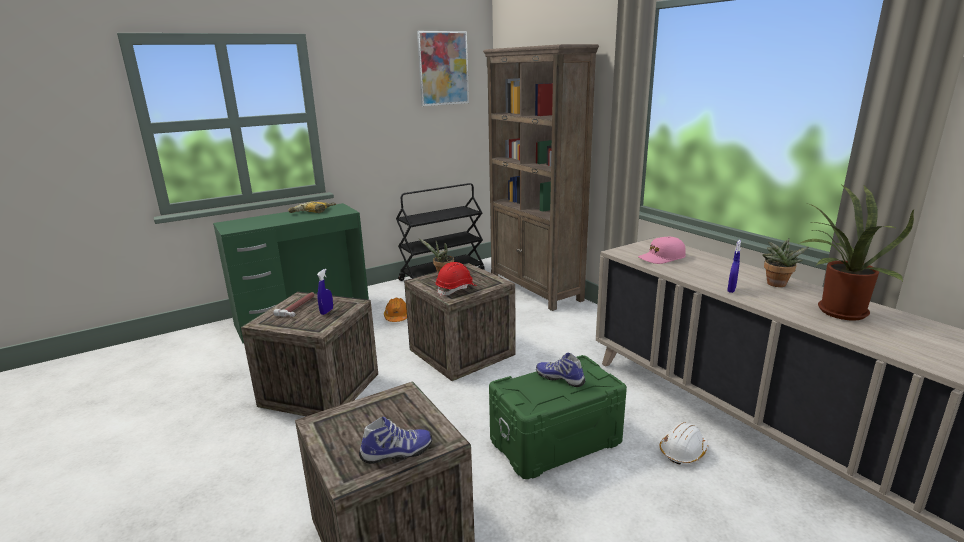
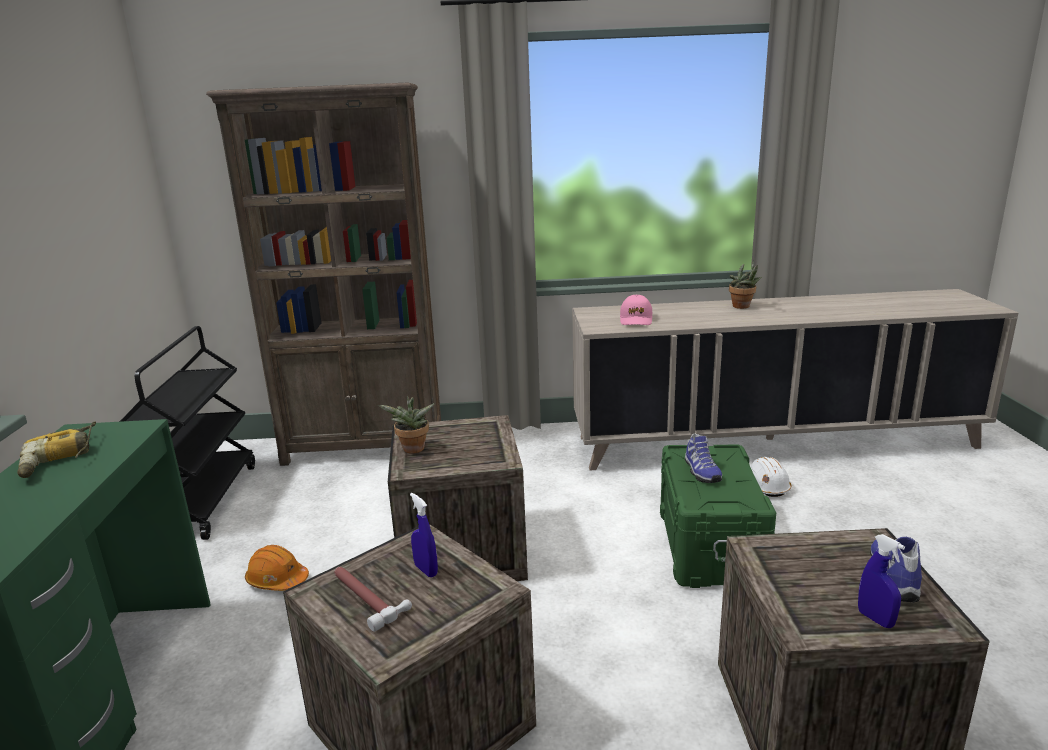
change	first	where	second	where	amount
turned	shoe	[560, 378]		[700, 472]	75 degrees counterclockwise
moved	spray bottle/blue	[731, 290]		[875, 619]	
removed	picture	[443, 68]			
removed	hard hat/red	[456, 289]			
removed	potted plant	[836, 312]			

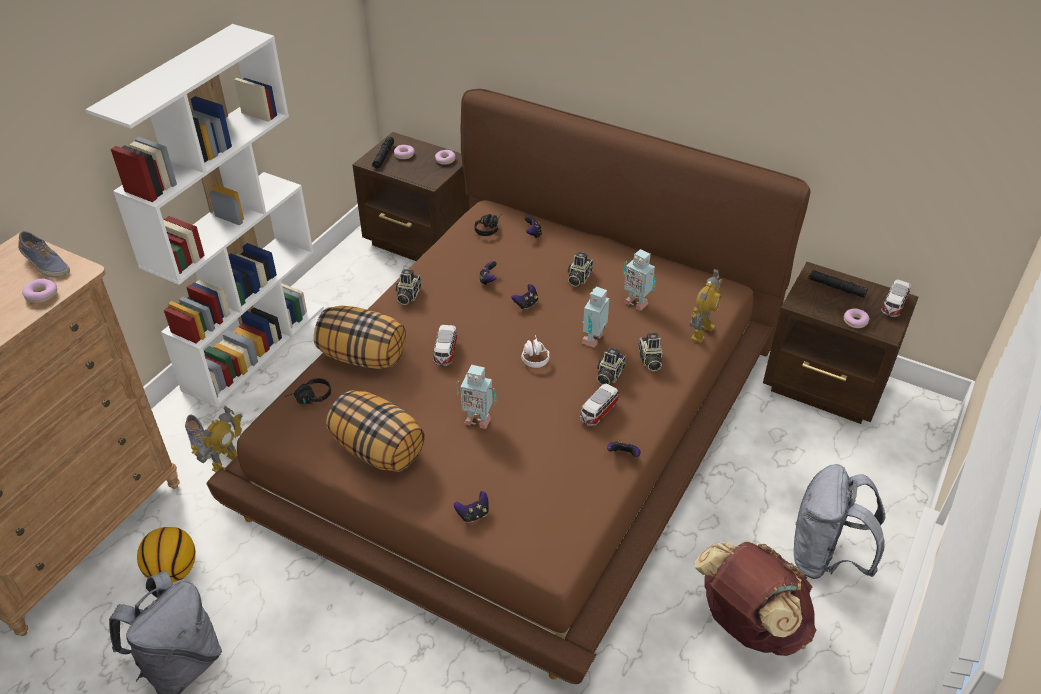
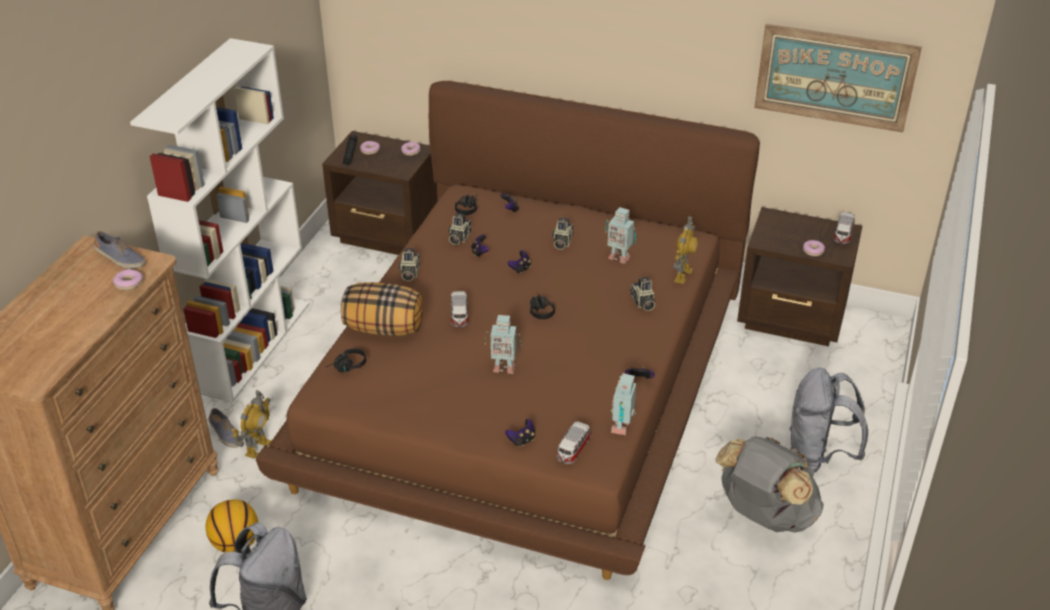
change	first	where	second	where	amount
moved	photo camera	[608, 375]		[458, 237]	
recoloured	headphones/white	[533, 355]	headphones/black	[539, 310]	
moved	toy car	[598, 412]		[573, 450]	
moved	toy robot	[594, 339]		[622, 426]	
recoloured	backpack/brown	[749, 624]	backpack/grey	[764, 515]	
added			picture	[835, 77]	
removed	pillow	[379, 450]			
removed	flashlight/black	[836, 287]			

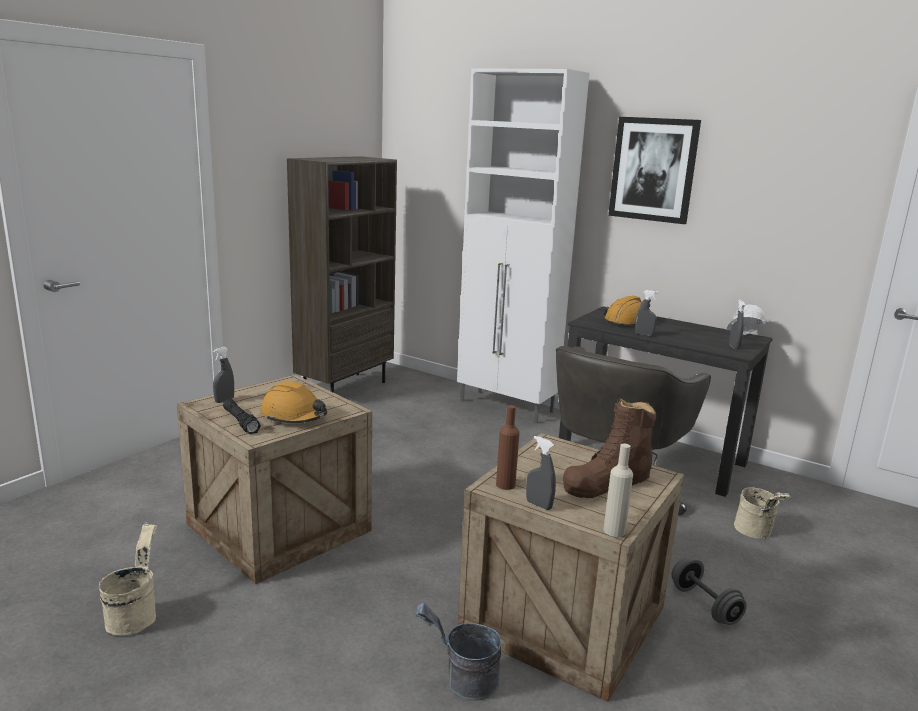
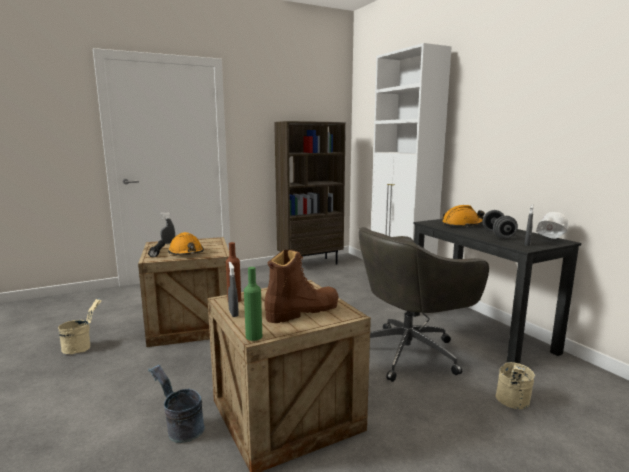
change	first	where	second	where	amount
recoloured	bottle/beige	[614, 531]	bottle/green	[254, 336]	
turned	boot/brown	[607, 482]		[302, 311]	150 degrees clockwise
moved	dumbbell/grey	[704, 605]		[498, 234]	
removed	picture	[653, 169]			
removed	spray bottle/grey	[644, 334]			

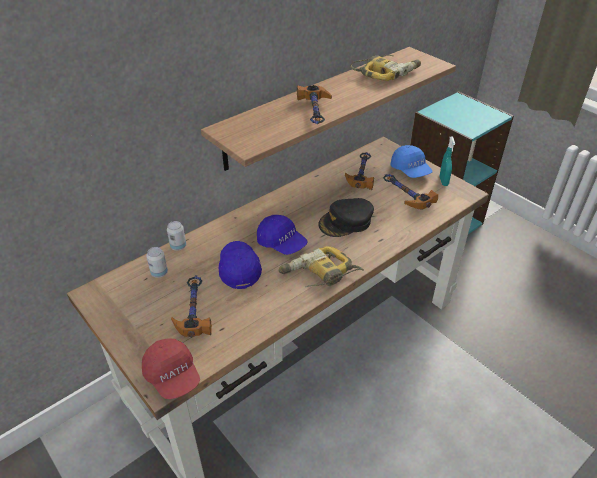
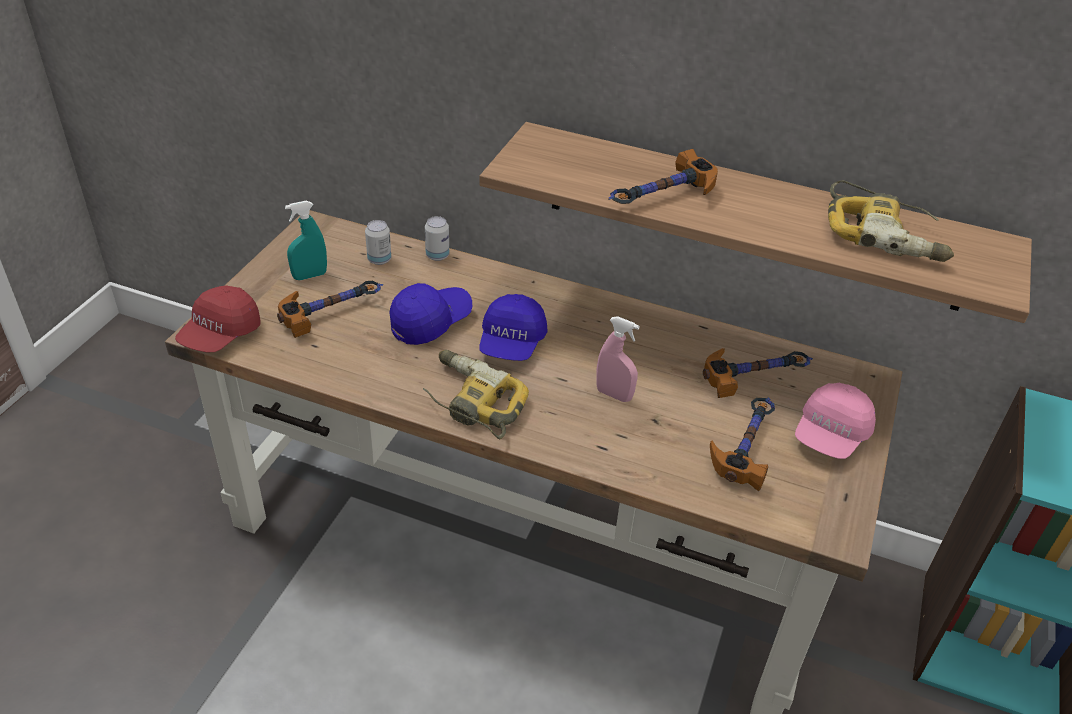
change	first	where	second	where	amount
moved	spray bottle/turquoise	[443, 181]		[310, 276]	
replaced	cap/black	[346, 222]	spray bottle/pink	[614, 394]	
recoloured	cap/blue	[410, 170]	cap/pink	[830, 435]	

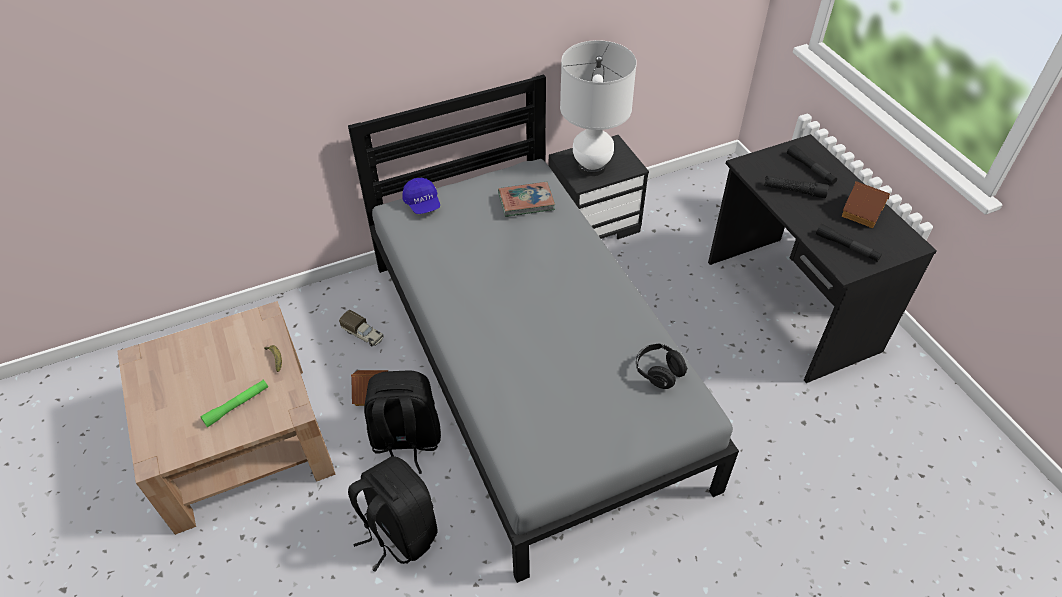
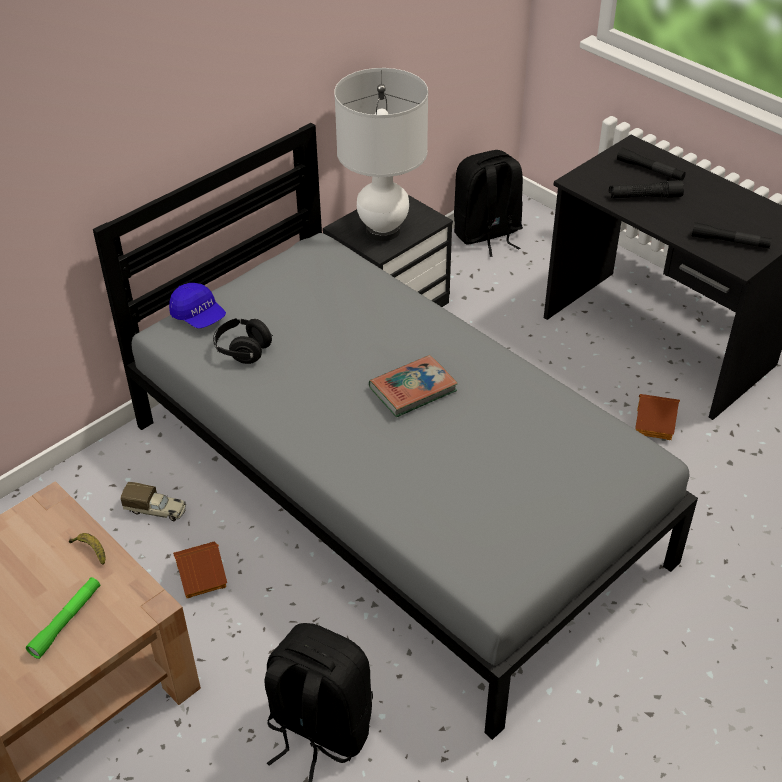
change	first	where	second	where	amount
moved	headphones/black	[658, 372]		[243, 350]	
moved	book	[526, 202]		[413, 389]	
moved	backpack/black	[405, 441]		[487, 235]	
moved	toy house	[863, 212]		[655, 424]	

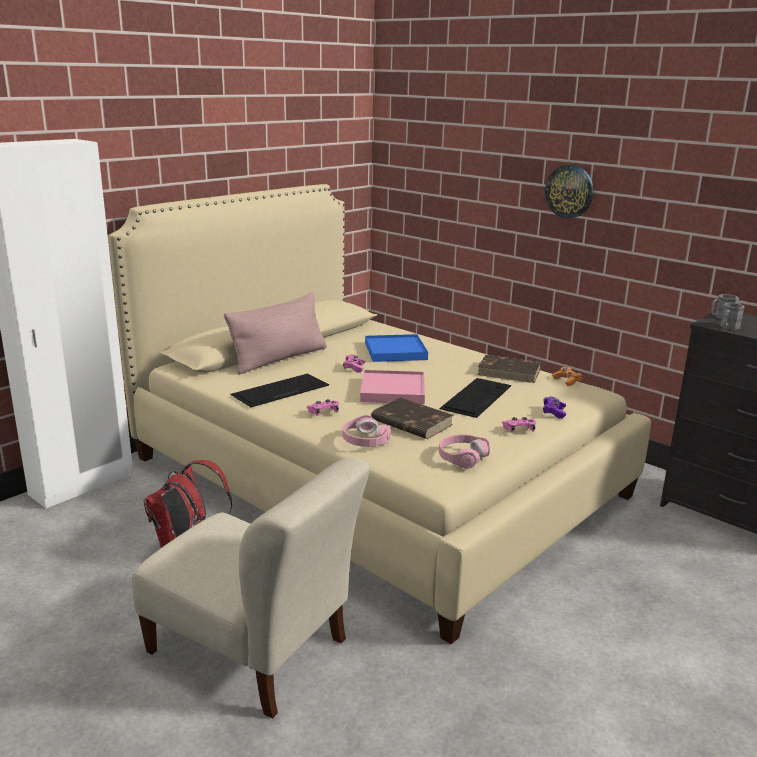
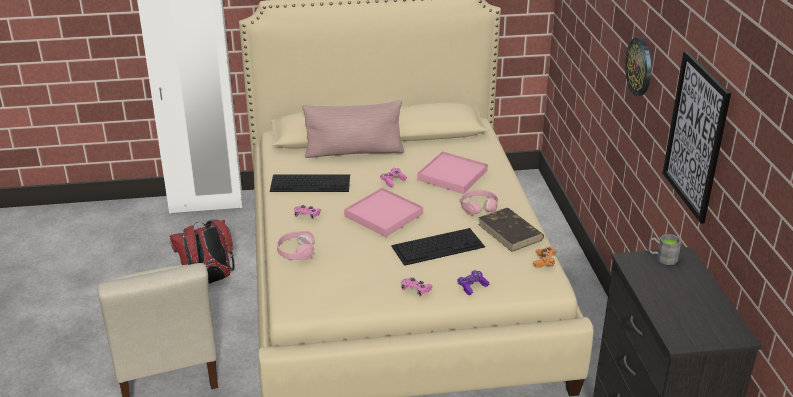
change	first	where	second	where	amount
recoloured	tray/blue	[395, 351]	tray/pink	[452, 175]	
moved	headphones/pink	[462, 457]		[479, 207]	
added			picture	[695, 136]	
removed	book/brown	[411, 422]			
removed	mug/grey	[728, 327]			

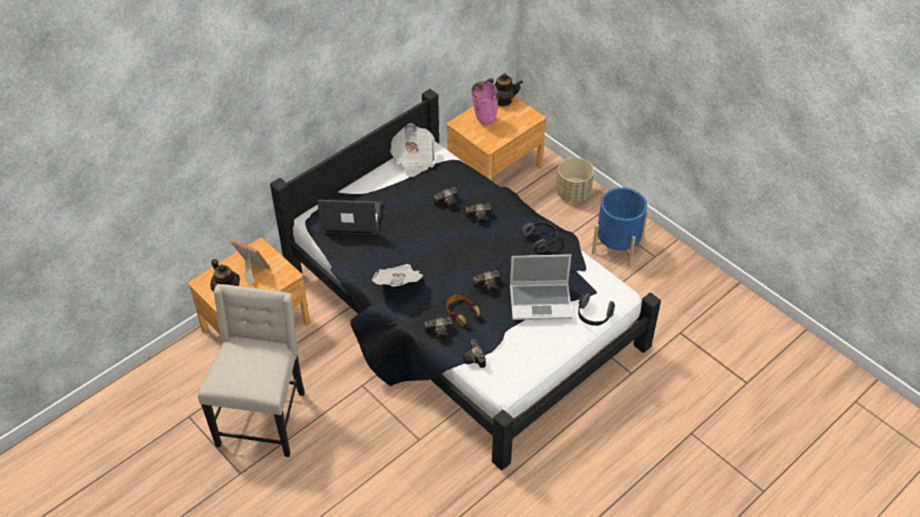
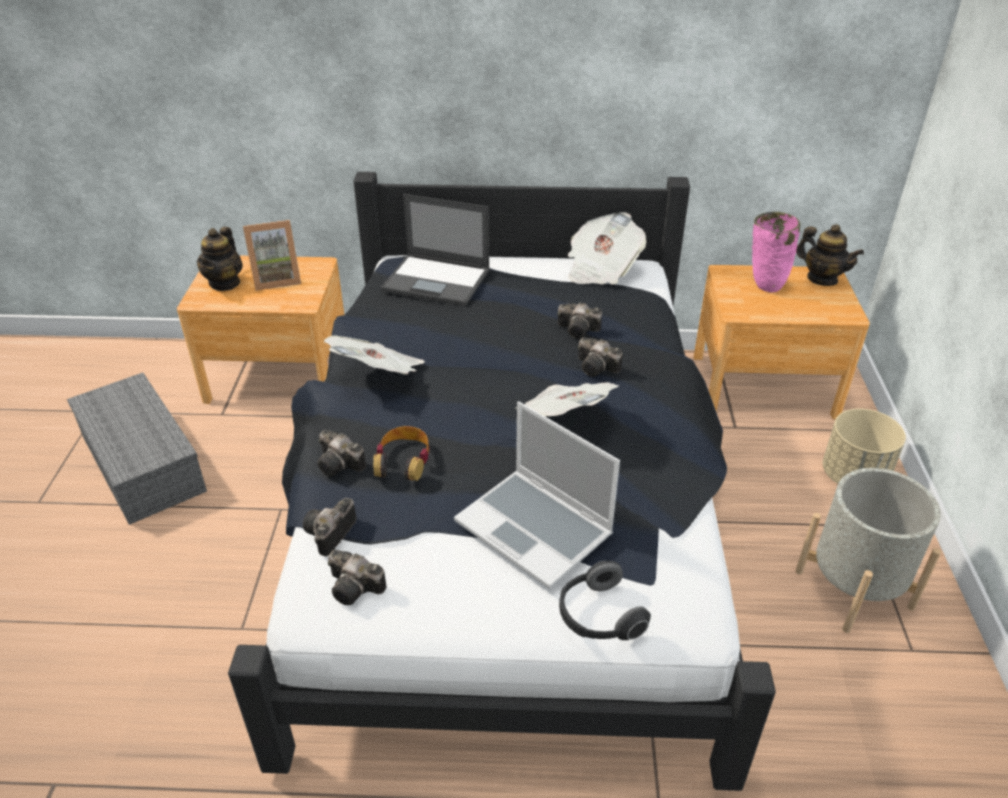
change	first	where	second	where	amount
replaced	chair/beige	[263, 417]	storage box/grey	[145, 464]	
turned	picture frame	[251, 271]		[276, 279]	90 degrees clockwise
moved	photo camera	[488, 285]		[357, 588]	
turned	laptop	[350, 217]		[438, 280]	150 degrees clockwise
added			newspaper	[564, 418]	
recoloured	planter/blue	[617, 246]	planter/grey	[853, 589]	
removed	headphones	[541, 239]			

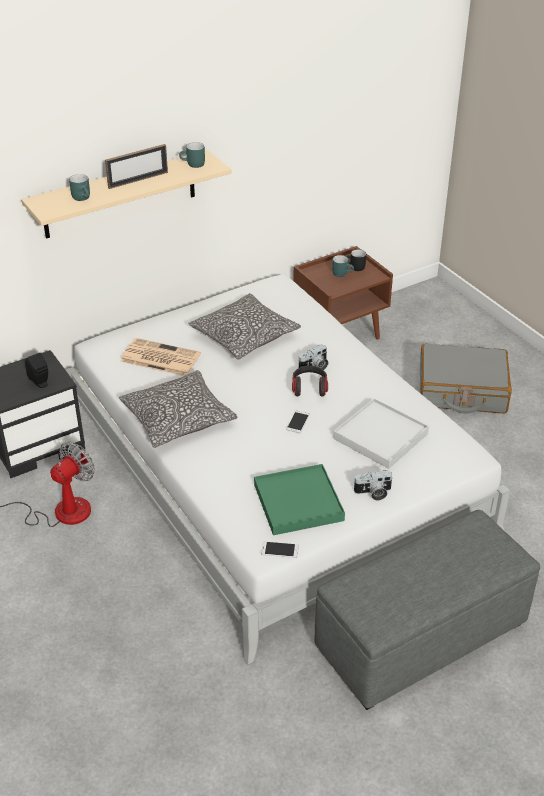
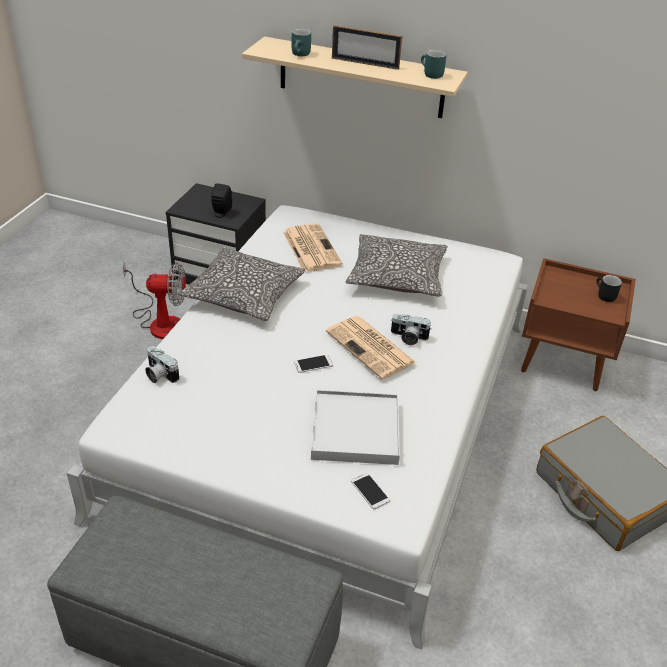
change	first	where	second	where	amount
moved	photo camera	[373, 493]		[159, 374]	
replaced	headphones	[309, 387]	newspaper	[371, 348]	
moved	phone	[280, 550]		[370, 491]	
removed	tray/green	[298, 502]			
removed	mug/turquoise	[342, 273]			

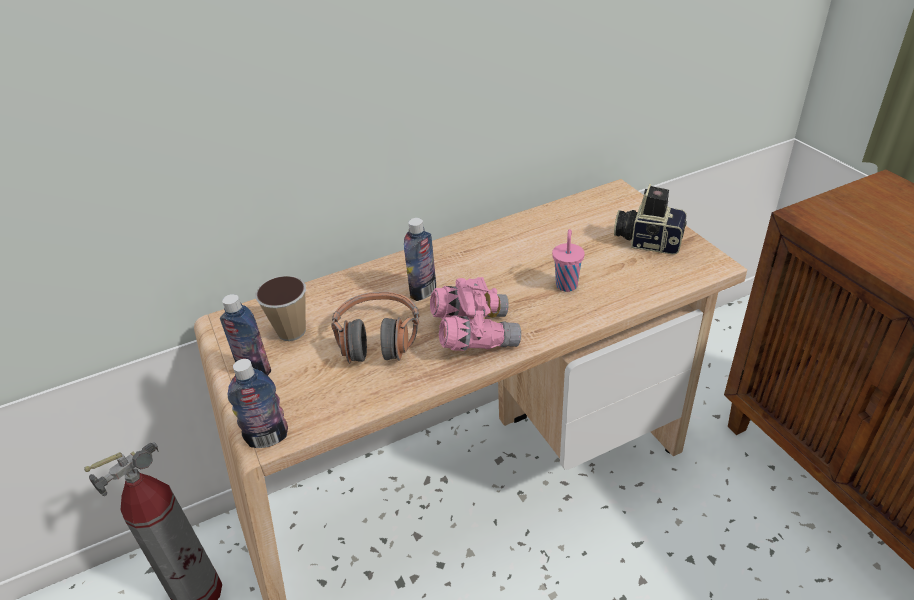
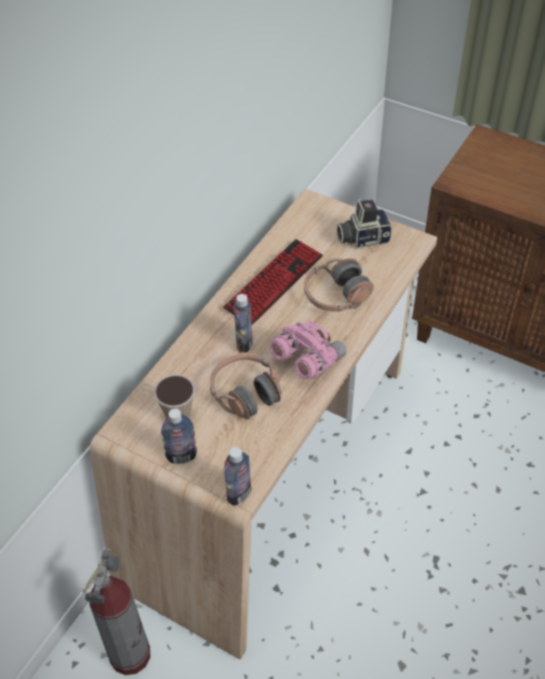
change	first	where	second	where	amount
added			keyboard	[274, 283]	
replaced	cup/pink	[566, 284]	headphones	[336, 295]	

